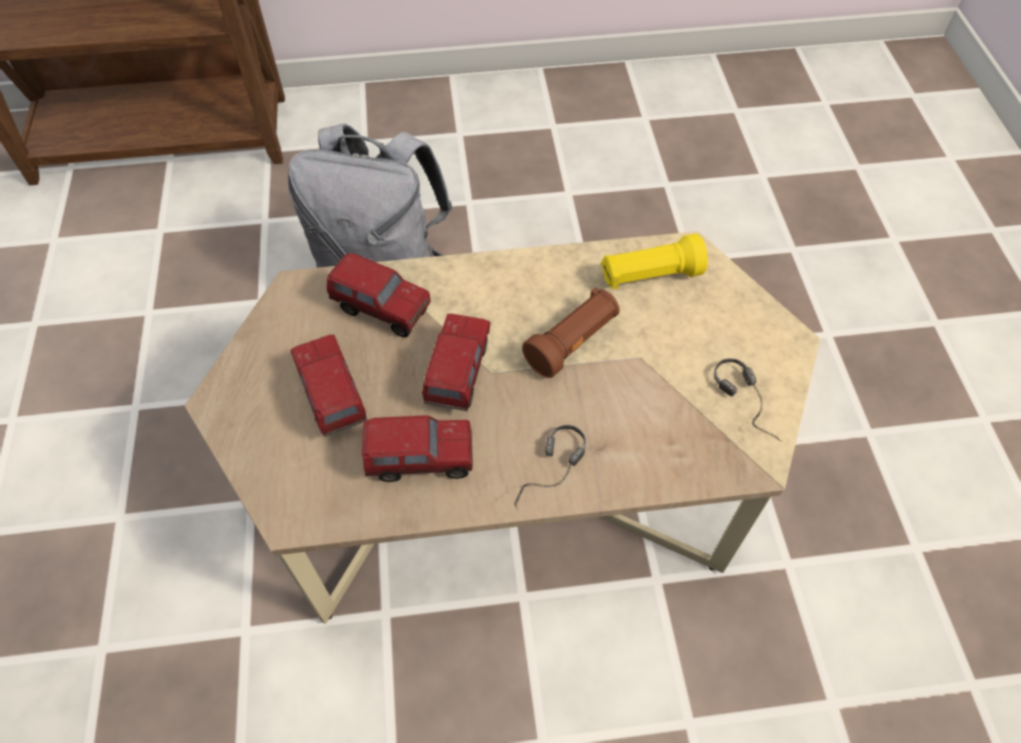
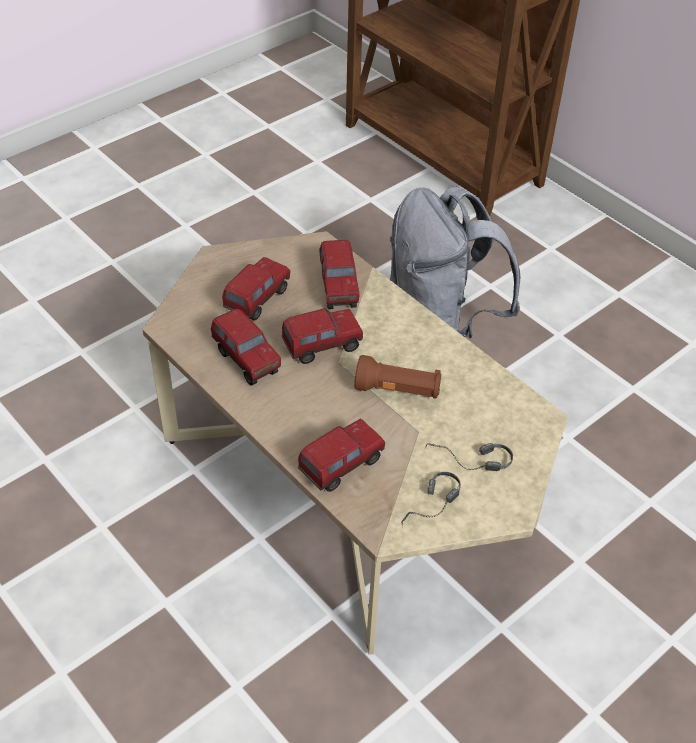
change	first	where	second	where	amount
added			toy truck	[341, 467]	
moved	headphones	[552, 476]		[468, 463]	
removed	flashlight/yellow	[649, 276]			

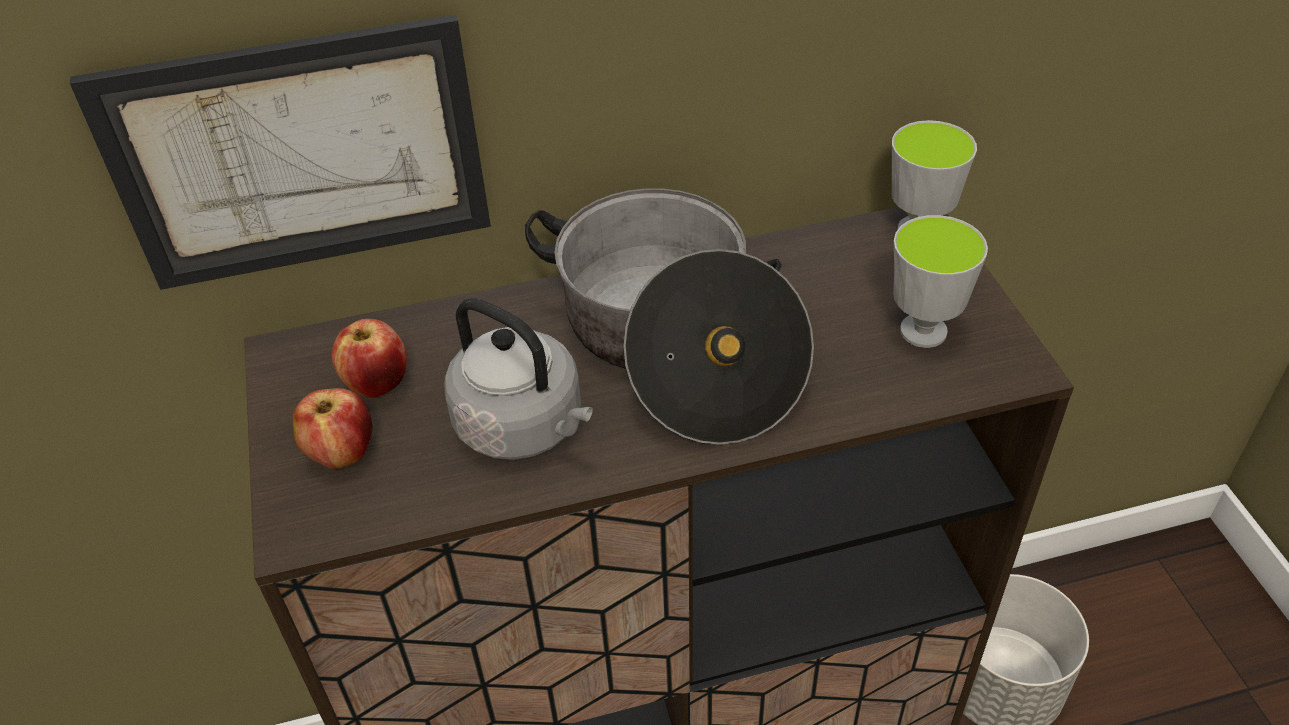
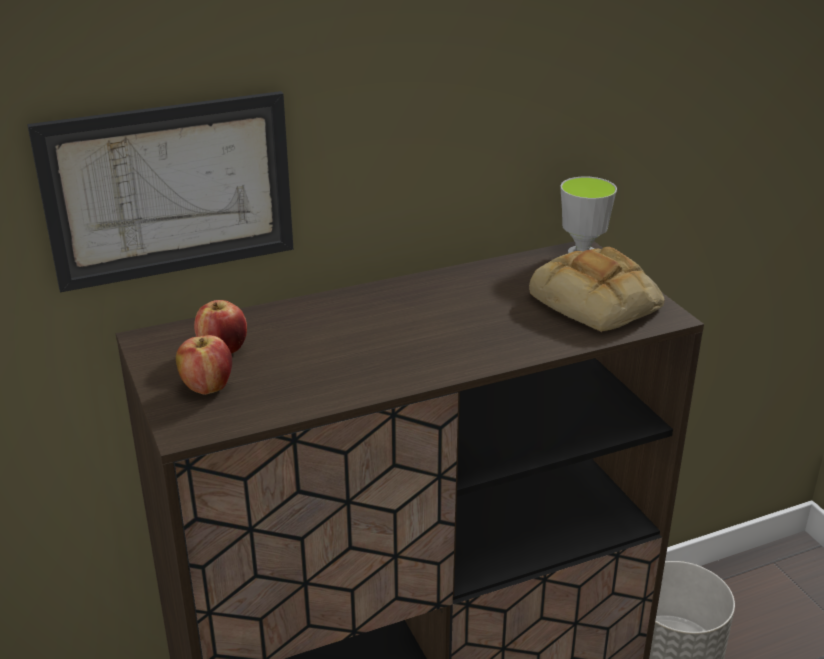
change	first	where	second	where	amount
replaced	cup	[923, 331]	bread	[598, 302]	
removed	kettle/grey	[525, 427]			
removed	cooking pot	[674, 346]			

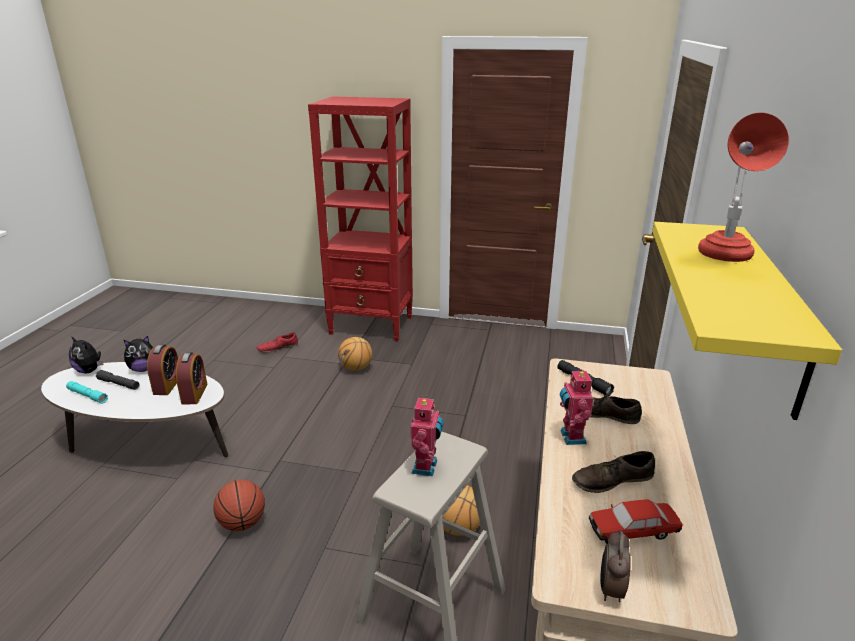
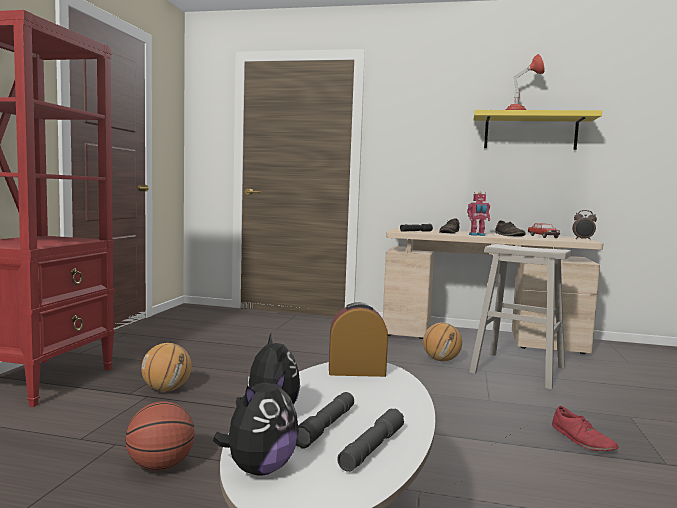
change	first	where	second	where	amount
moved	basketball	[242, 523]		[160, 466]	
recoloured	flashlight/turquoise	[87, 396]	flashlight/grey	[372, 448]	
moved	shoe/red	[277, 347]		[582, 440]	
removed	alarm clock	[167, 385]			
removed	toy robot	[426, 467]			

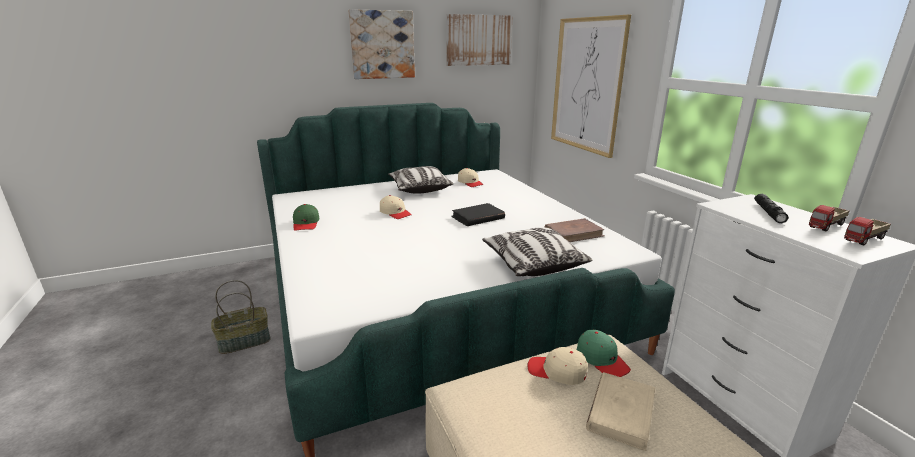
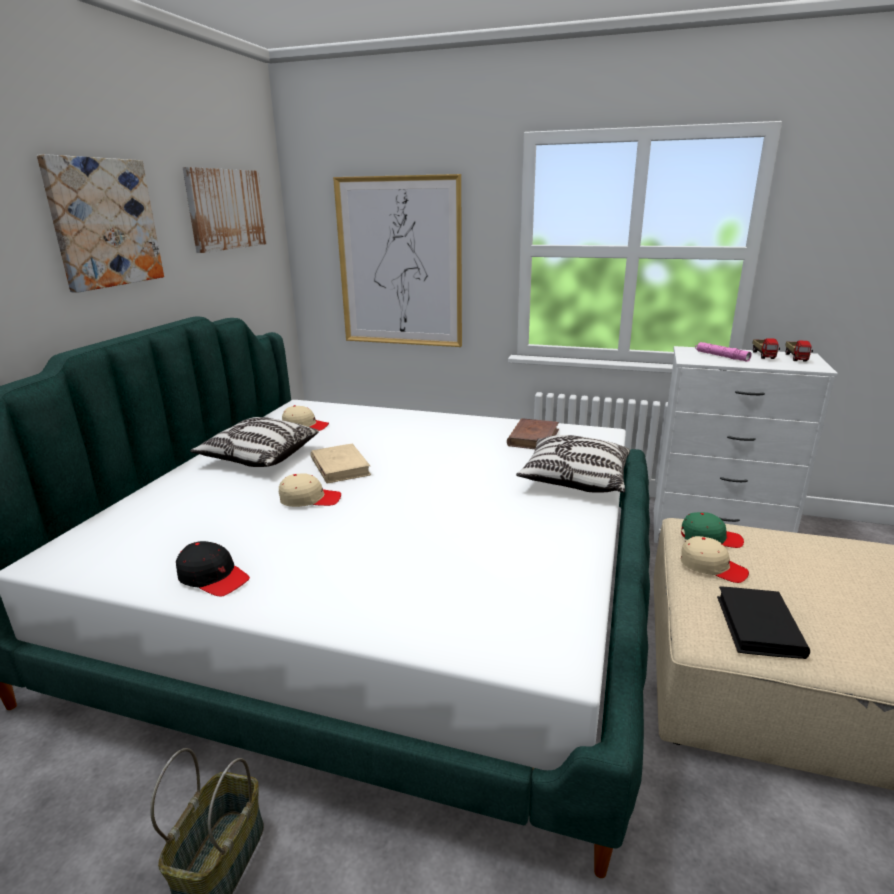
change	first	where	second	where	amount
recoloured	cap/green	[306, 223]	cap/black	[213, 577]	
moved	book/beige	[621, 412]		[340, 467]	
turned	cap/beige	[557, 371]		[712, 567]	120 degrees counterclockwise
recoloured	flashlight/black	[768, 212]	flashlight/pink	[721, 356]	
moved	book/black	[477, 217]		[759, 626]	

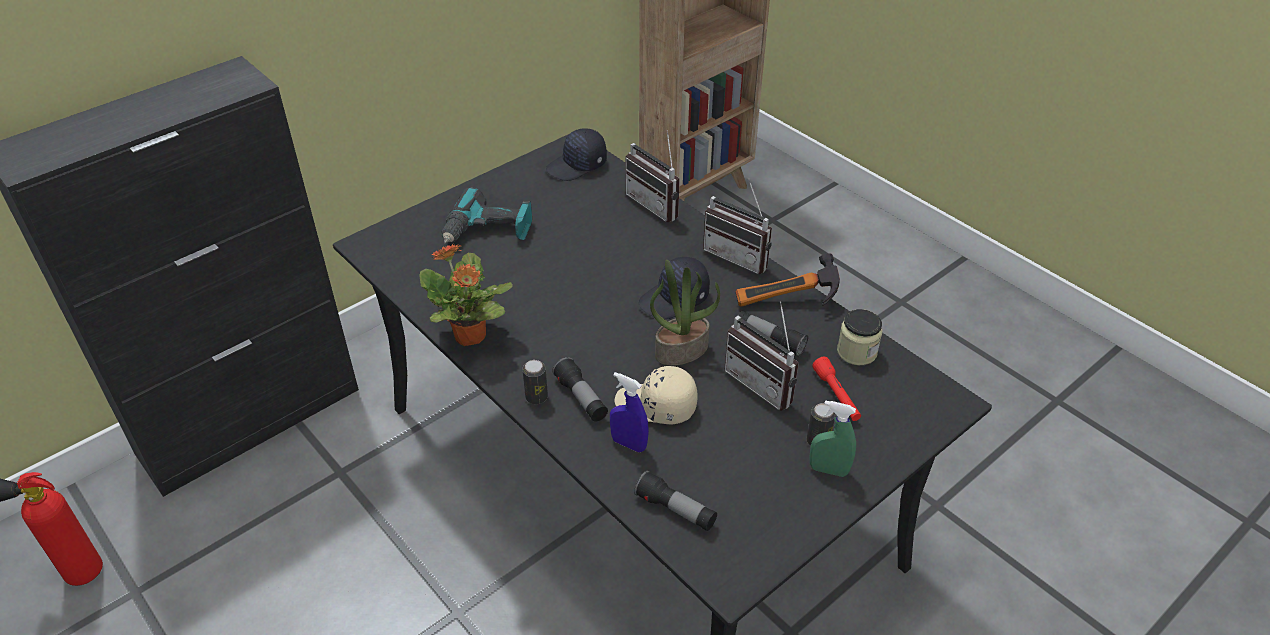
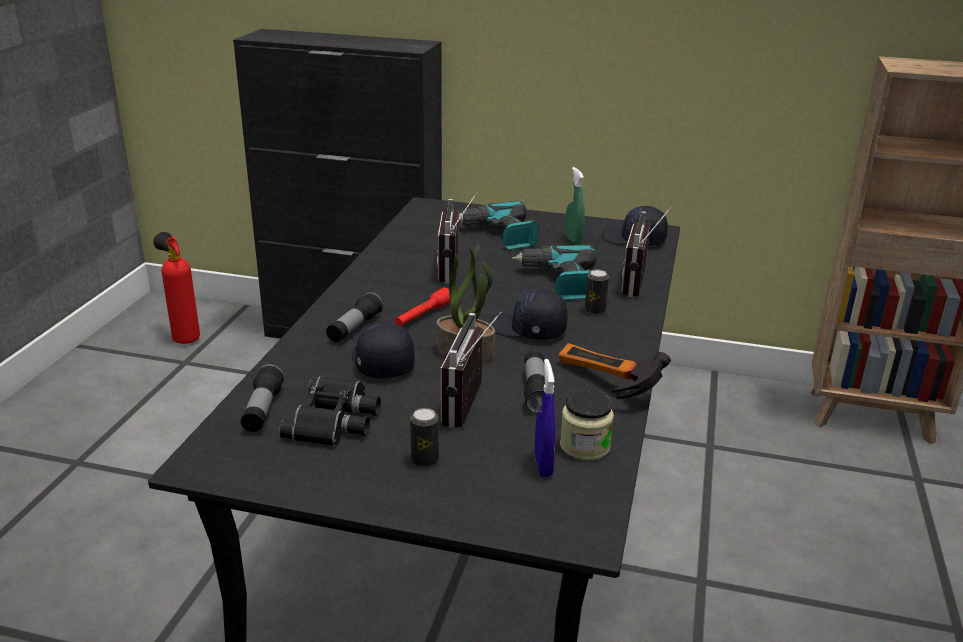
change	first	where	second	where	amount
added			binoculars/black	[335, 420]	
recoloured	cap/beige	[656, 406]	cap/black	[380, 363]	
moved	flashlight/red	[836, 395]		[423, 316]	
moved	radio	[740, 255]		[457, 270]	
added			power drill	[560, 282]	
moved	spray bottle/blue	[629, 444]		[543, 465]	
moved	spray bottle/green	[828, 470]		[573, 240]	
moved	can	[536, 397]		[595, 310]	
removed	potted plant	[470, 337]			

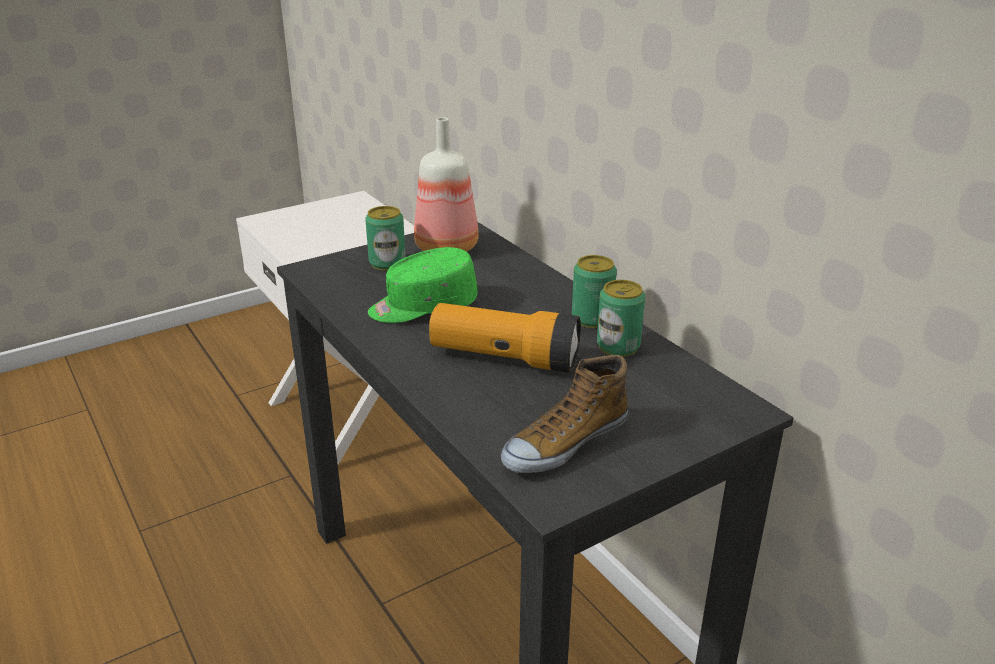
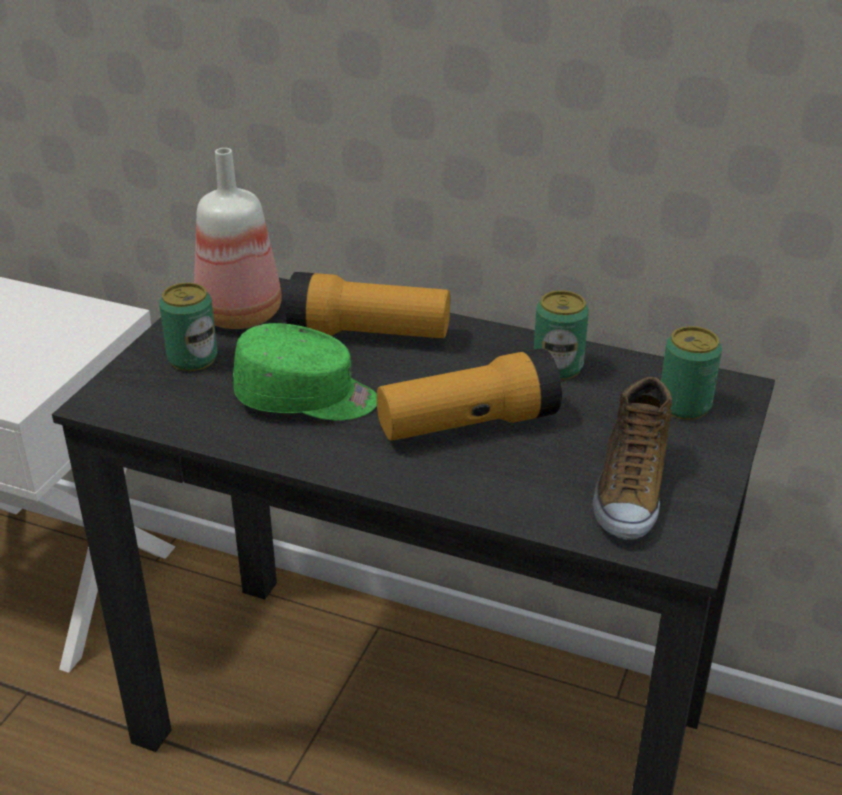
change	first	where	second	where	amount
turned	cap/green	[423, 307]		[307, 399]	120 degrees counterclockwise
added			flashlight	[369, 334]	
moved	can	[592, 318]		[684, 405]	

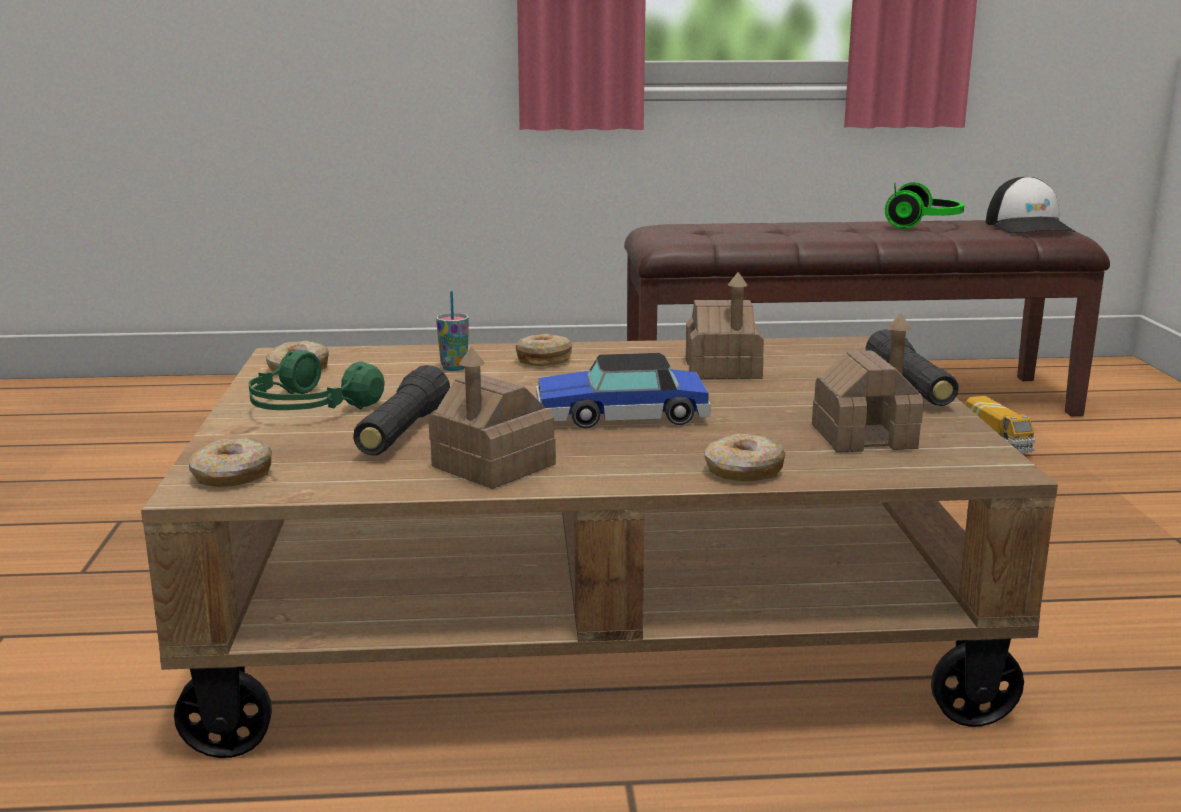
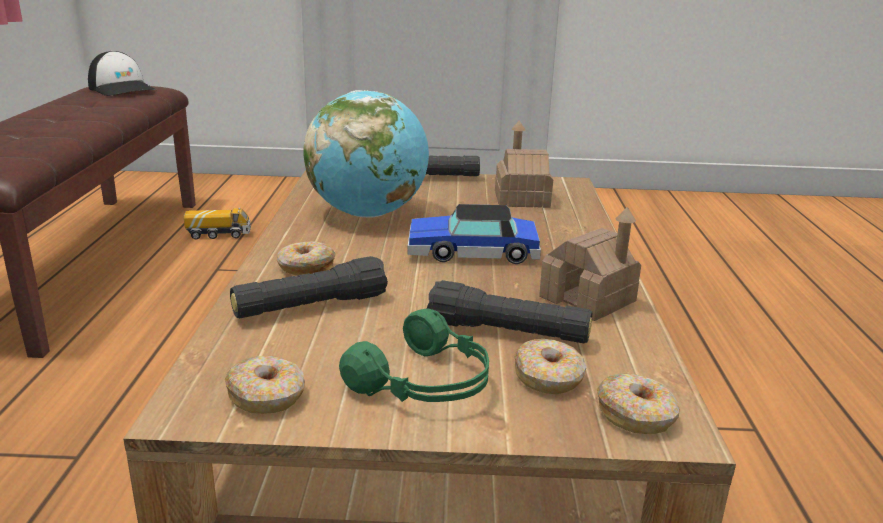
change	first	where	second	where	amount
turned	cap	[1029, 227]		[122, 89]	45 degrees clockwise
replaced	cup	[454, 368]	flashlight/black	[310, 307]	
replaced	toy house	[723, 369]	globe	[368, 214]	
turned	toy car	[621, 415]		[472, 252]	90 degrees clockwise
moved	donut	[743, 471]		[548, 377]	
removed	headphones	[924, 224]			

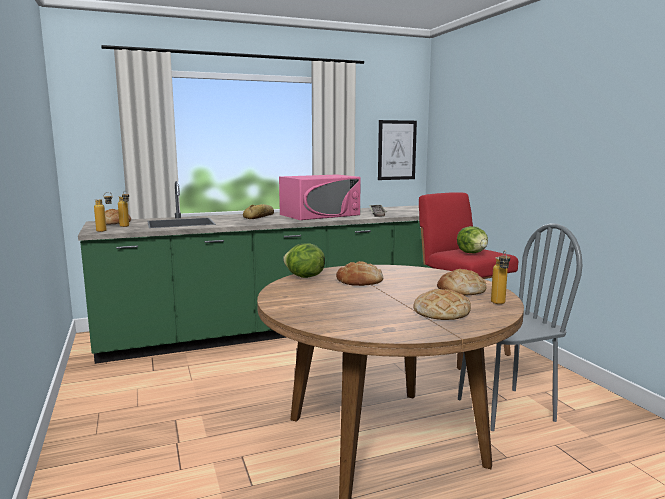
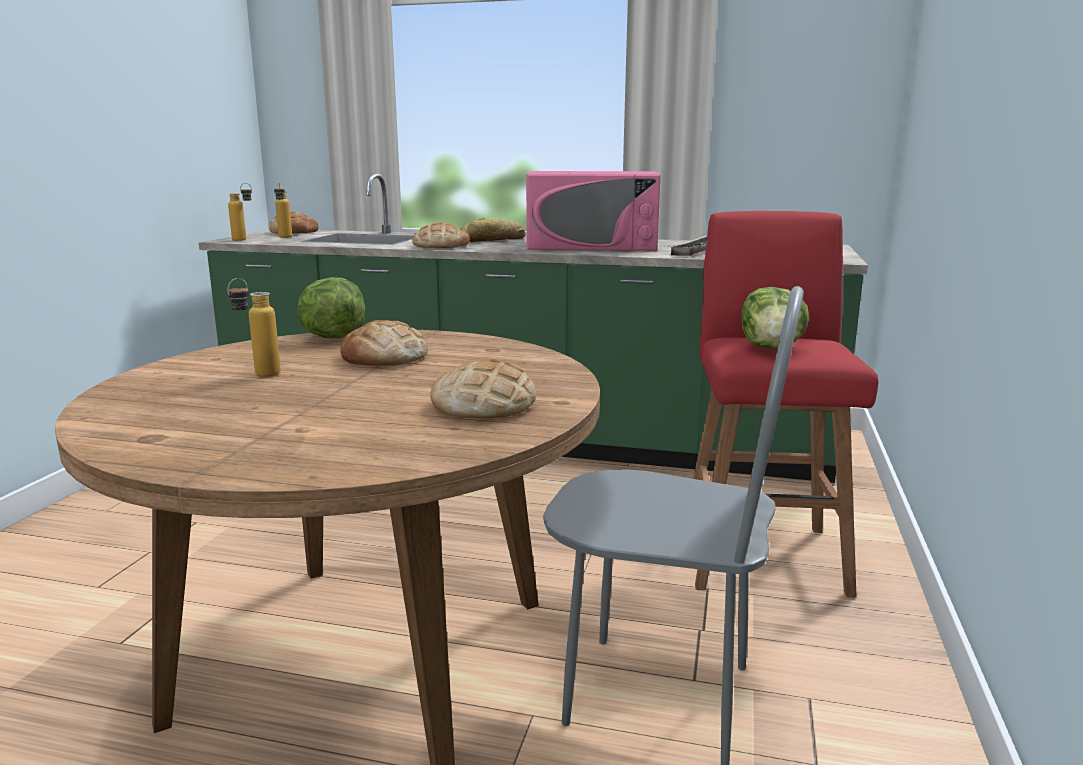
change	first	where	second	where	amount
moved	bottle	[499, 304]		[258, 376]	
moved	bread	[441, 312]		[440, 245]	
removed	picture	[397, 150]			

